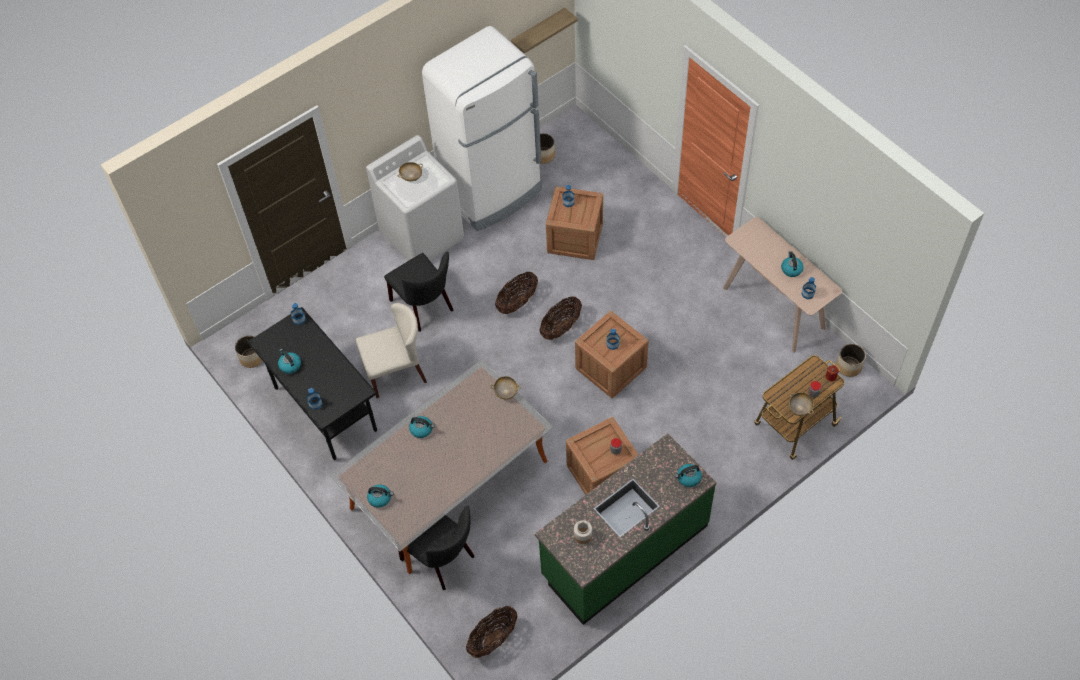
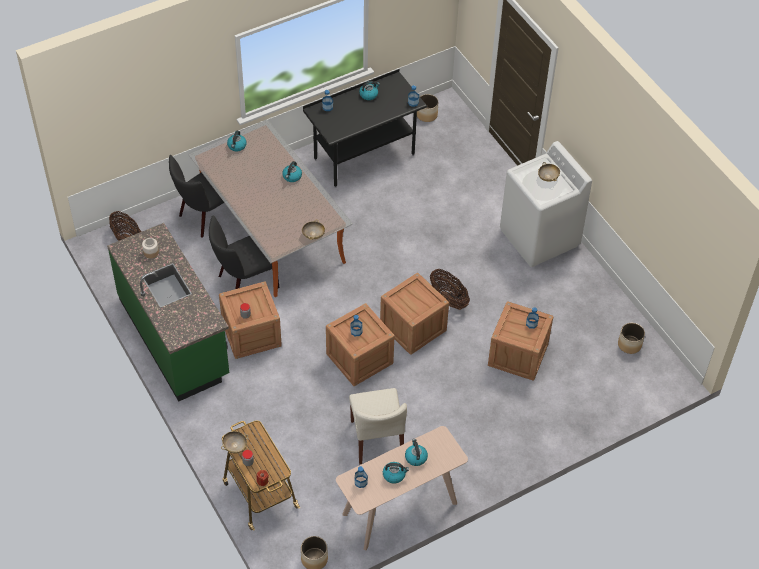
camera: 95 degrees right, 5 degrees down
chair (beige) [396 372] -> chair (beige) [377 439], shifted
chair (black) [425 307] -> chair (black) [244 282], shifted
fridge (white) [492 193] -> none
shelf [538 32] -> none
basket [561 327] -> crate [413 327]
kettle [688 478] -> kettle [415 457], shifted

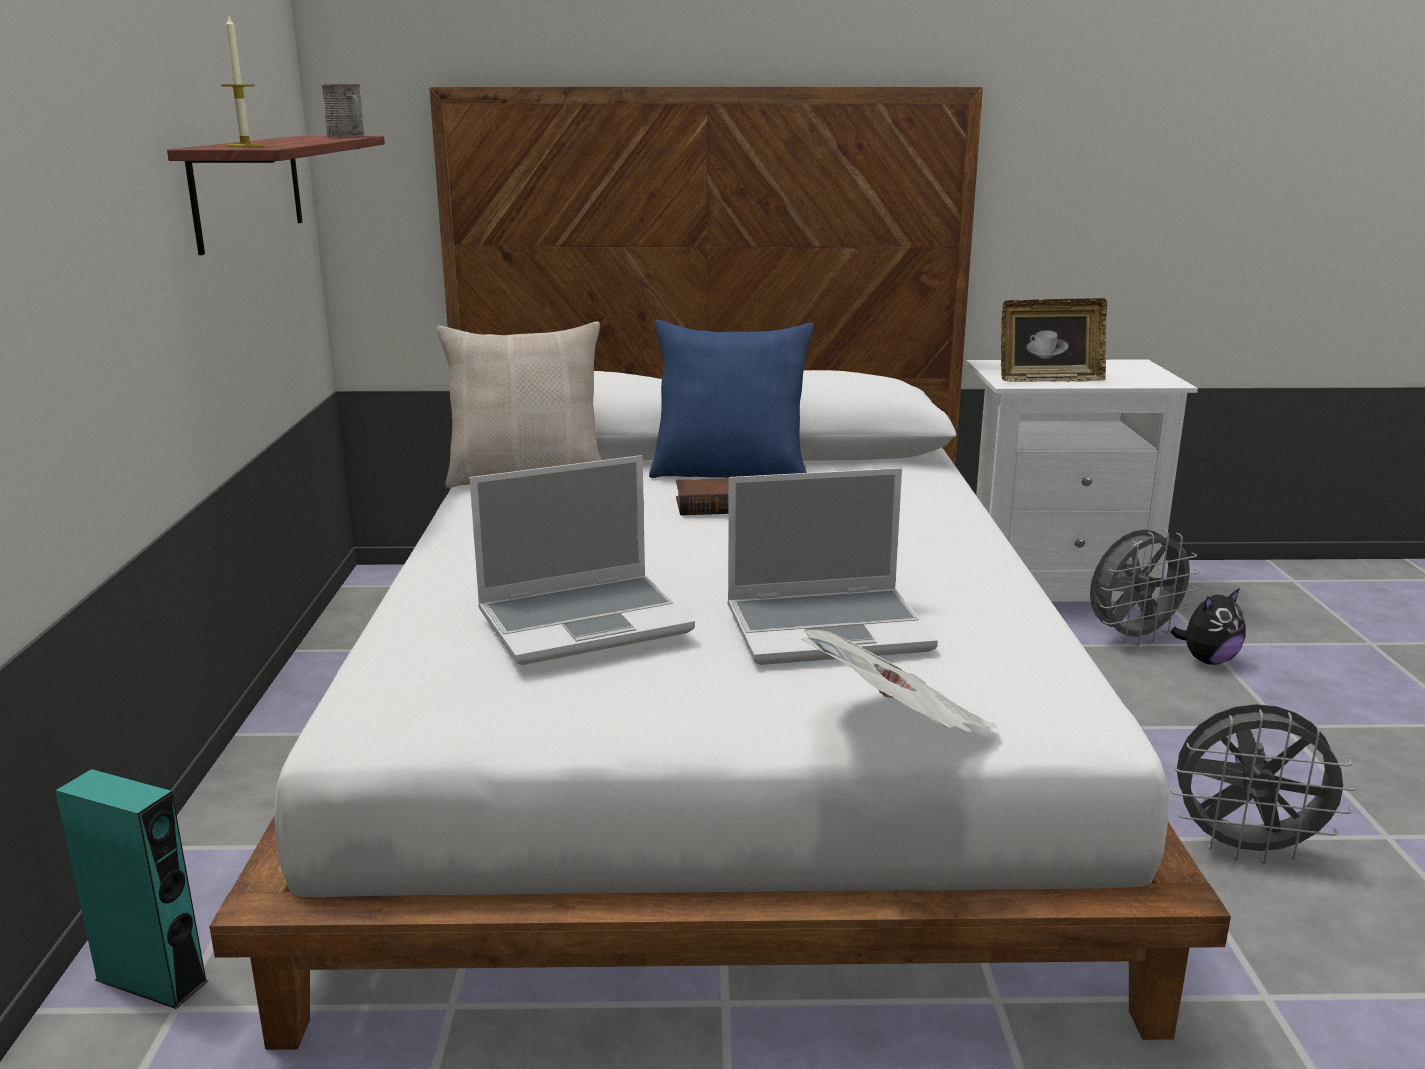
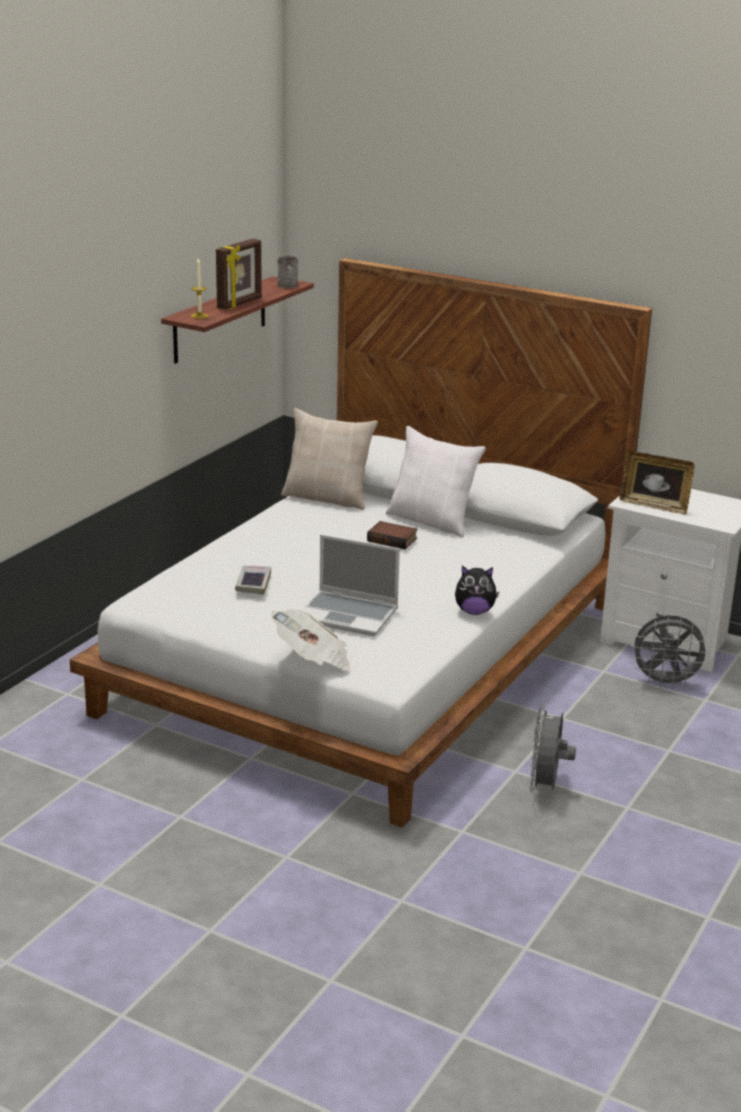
camera: 30 degrees right, 5 degrees up
speaker (turquoise) [151 980] -> none
laptop [586 621] -> book [253 583]
pillow (blue) [730 473] -> pillow (white) [432 521]
plush toy [1207 660] -> plush toy [474 611], shifted
fan (grey) [1245 848] -> fan (grey) [546 787], 60 degrees clockwise
none -> picture frame [240 303]

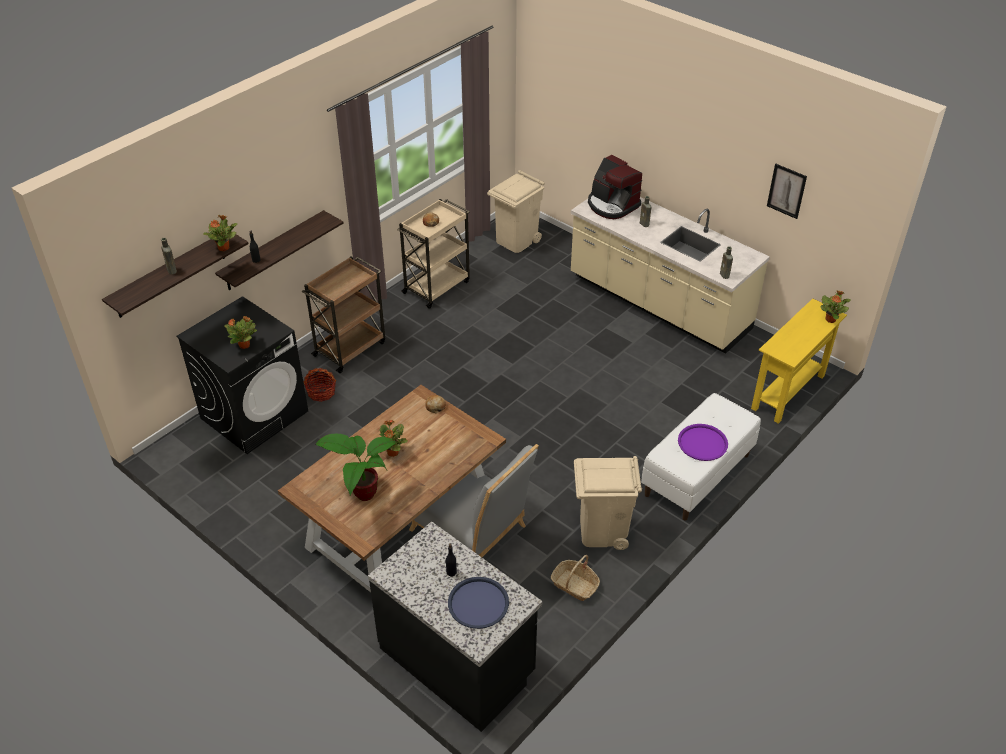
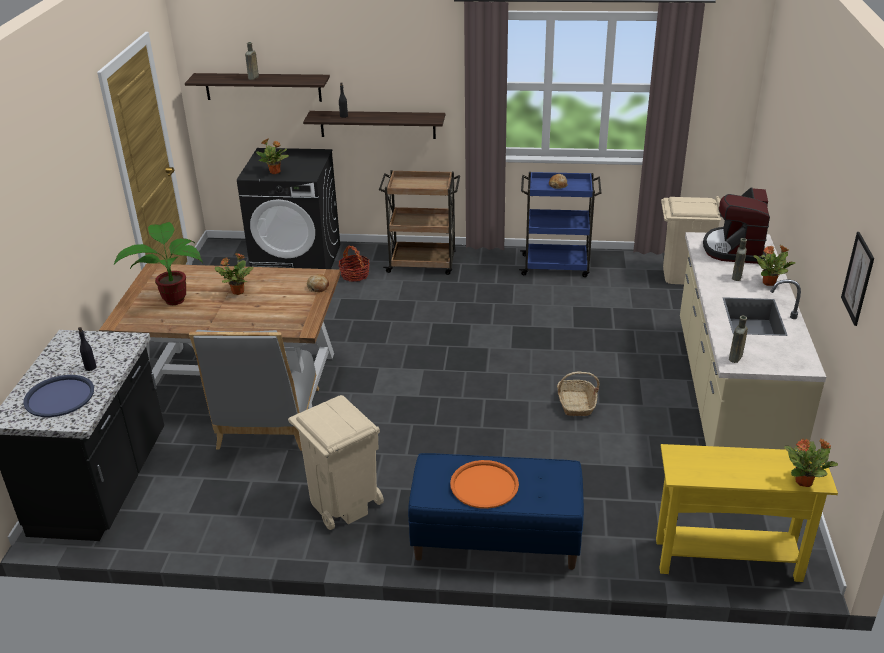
camera: 55 degrees right, 10 degrees down
potted plant [224 248] -> potted plant [769 283], shifted
cart (beige) [437 286] -> cart (blue) [556 266]
basket [575 585] -> basket [576 404], shifted
bench (white) [697 475] -> bench (blue) [495 540]
tray (purple) [702 443] -> tray (orange) [484 485]

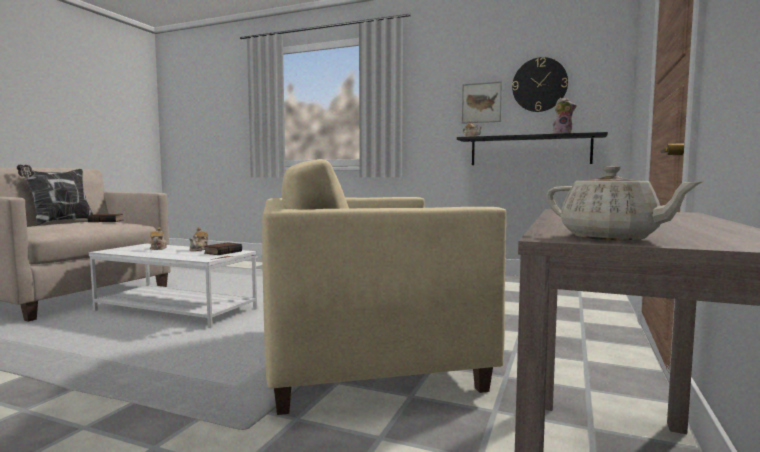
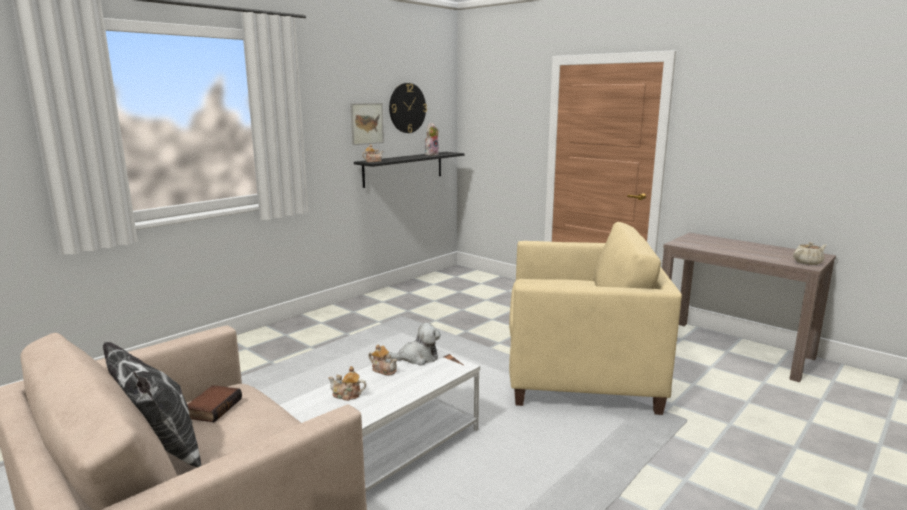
camera: 70 degrees left, 10 degrees up
book [223 252] -> plush toy [417 358]
armchair (beige) [366 357] -> armchair (beige) [579 371], 90 degrees counterclockwise

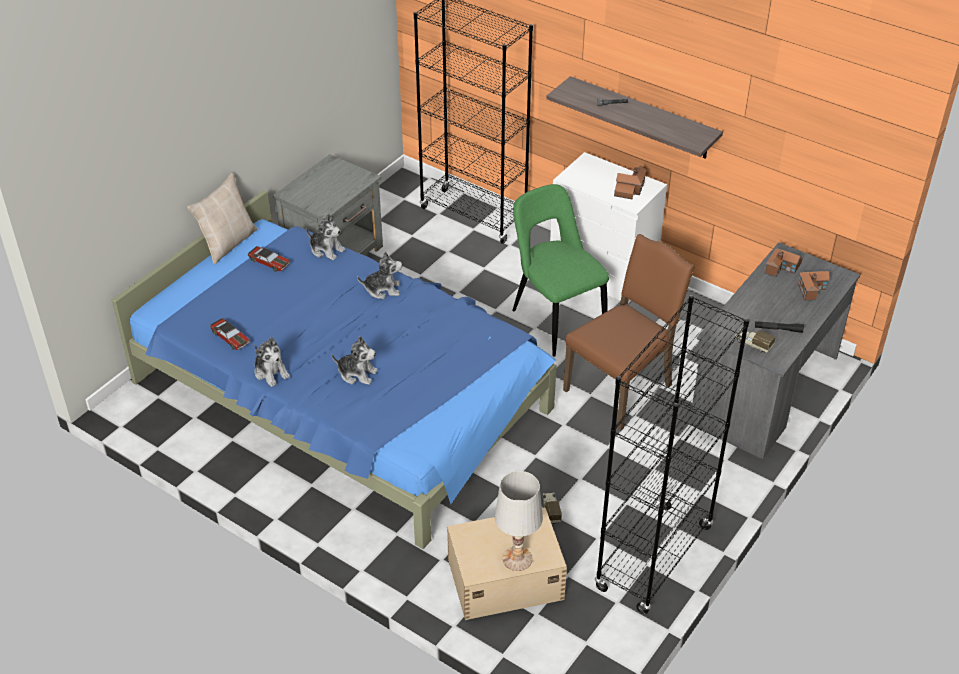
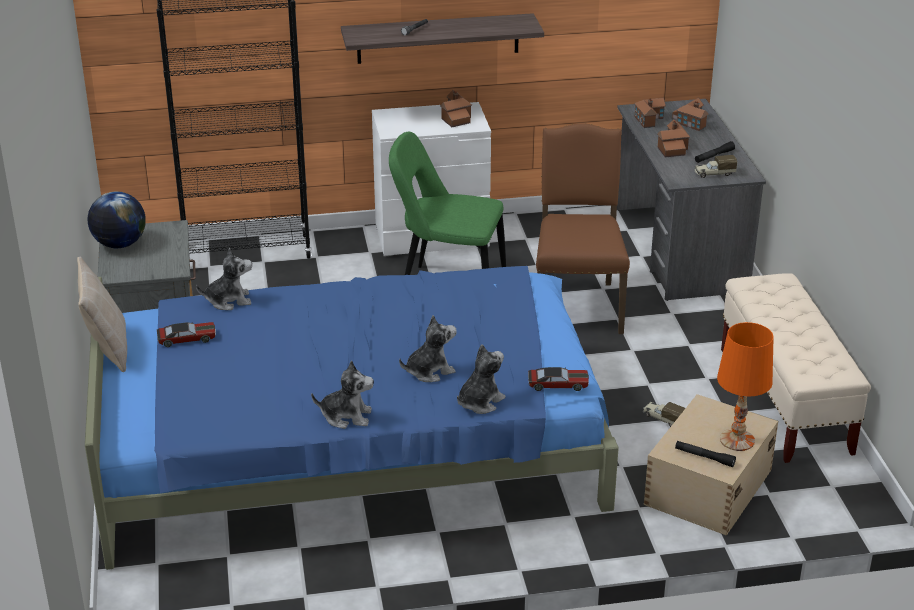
camera: 45 degrees left, 10 degrees down
toy car [230 338] -> toy car [558 384], shifted
plush toy [382 289] -> plush toy [479 402], shifted
table lamp (white) [517 559] -> table lamp (orange) [737 440]
bookcase (black) [654 559] -> bench (beige) [785 401]
none -> globe [119 244]
none -> toy house [672 147]
none -> flashlight (black) [704 457]

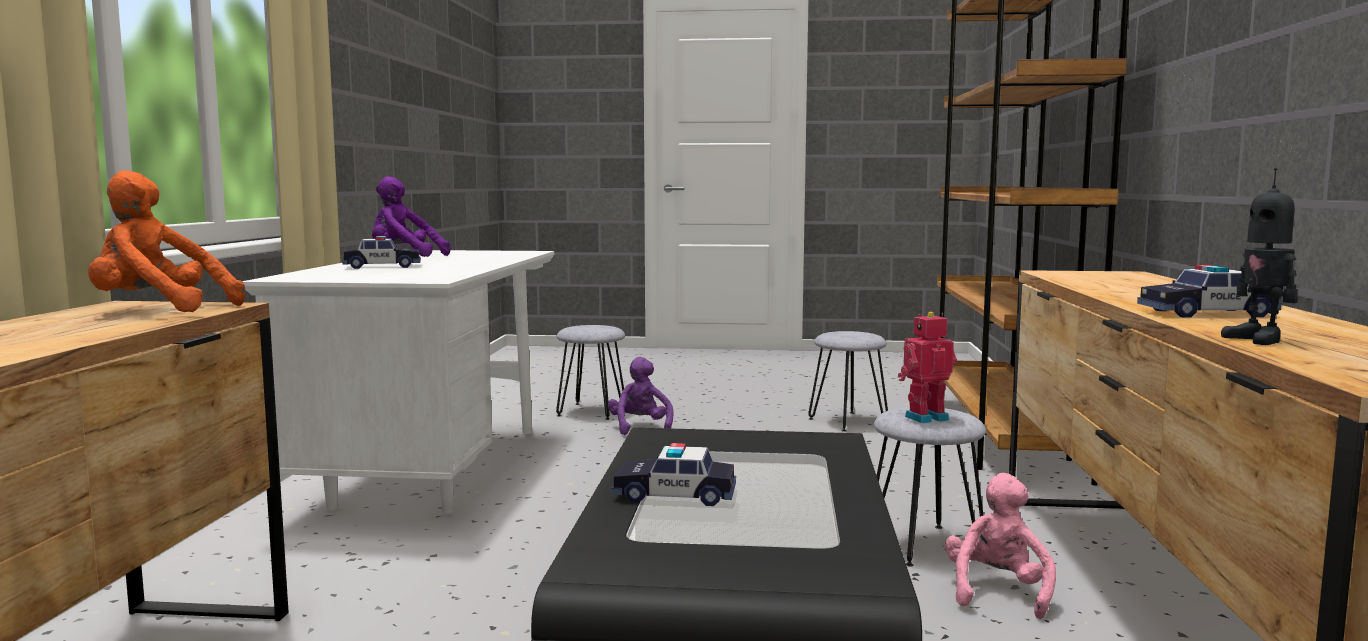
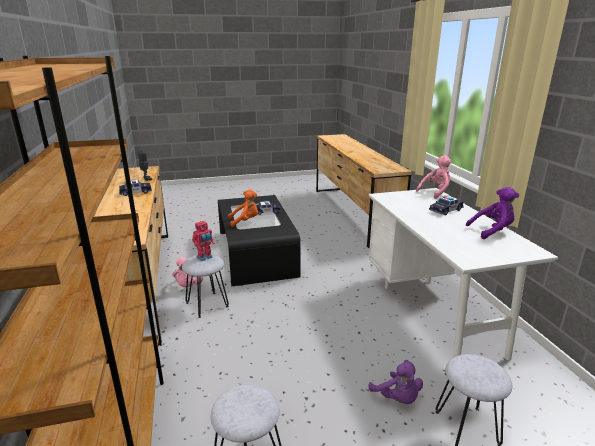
camera: 160 degrees right, 15 degrees up
plush toy (orange) [159 310] -> plush toy (orange) [245 221], shifted
none -> plush toy (pink) [435 192]

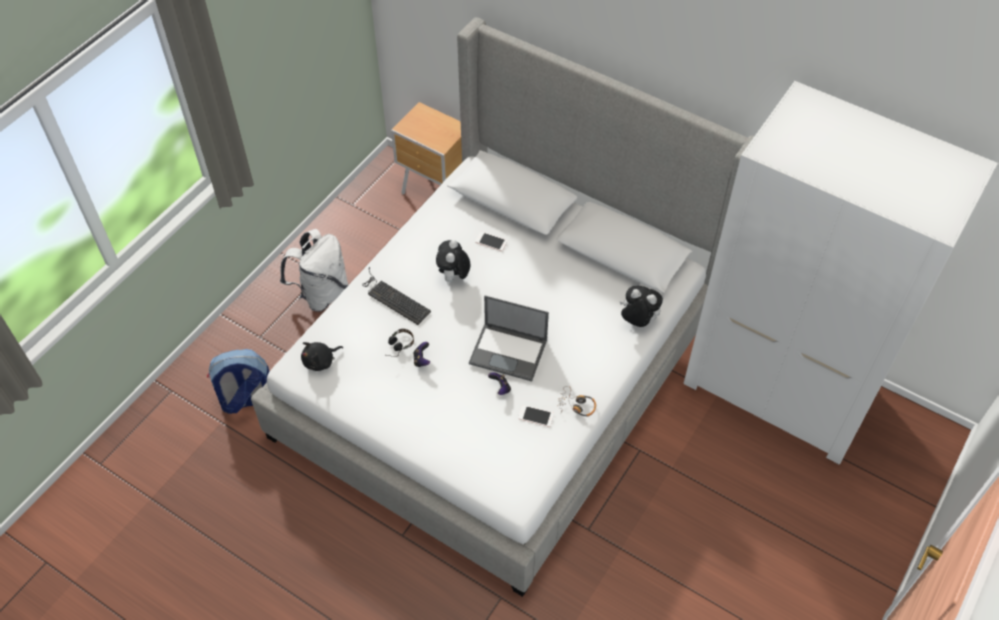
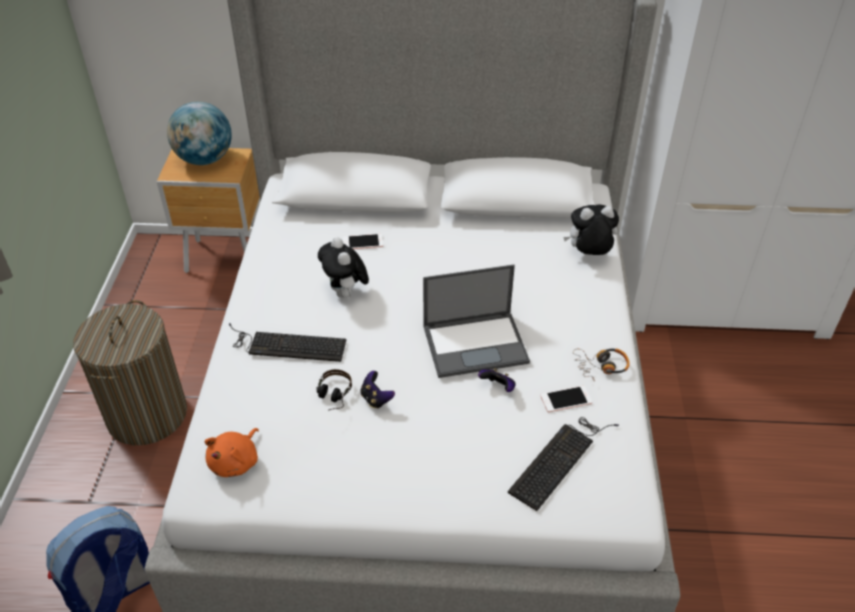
camera: 30 degrees left, 10 degrees down
backpack (white) [321 293] -> laundry basket [147 414]
plush toy (black) [320 361] -> plush toy (orange) [236 462]
none -> globe [204 159]
none -> keyboard [560 459]

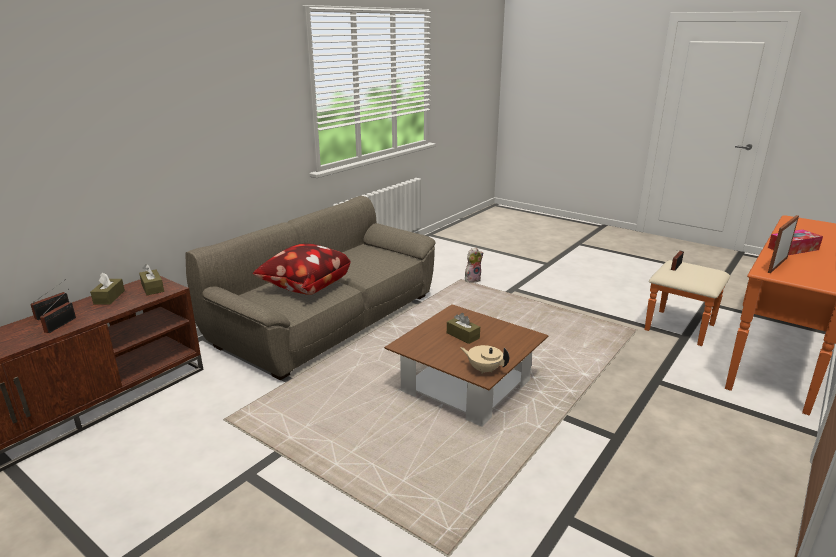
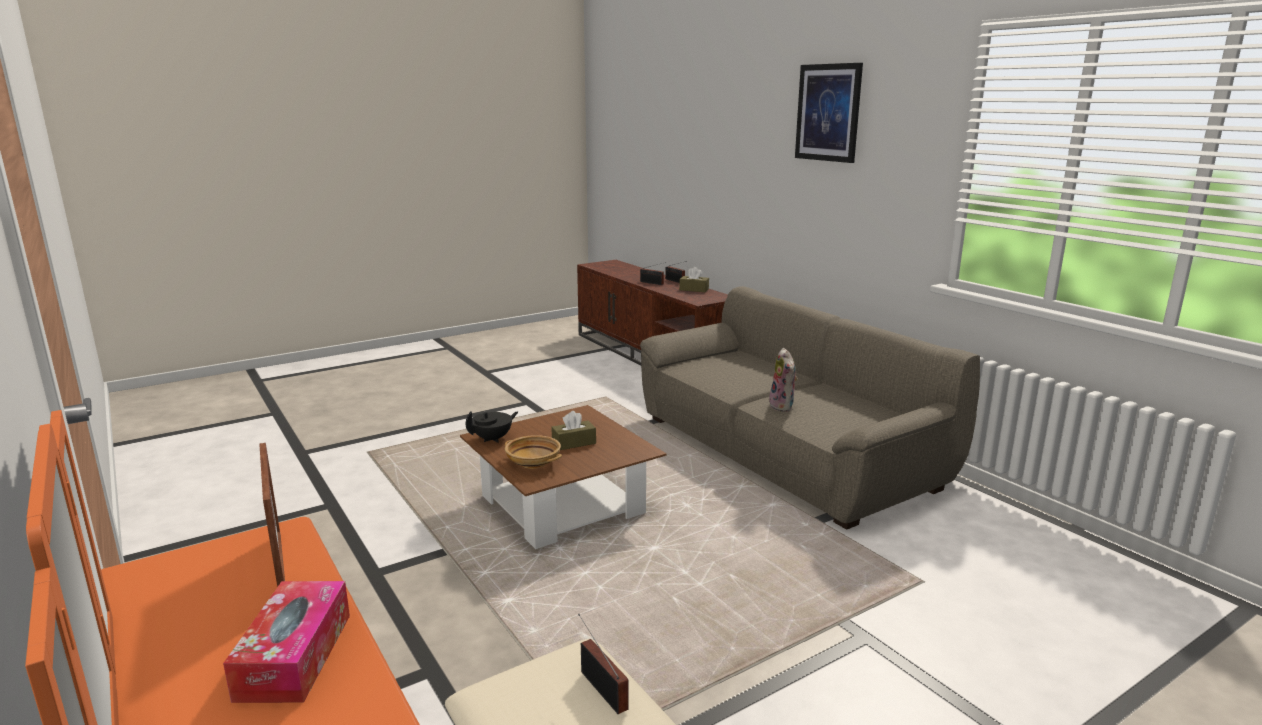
camera: 110 degrees right, 5 degrees down
tissue box (brown) [152 288] -> none
pillow [304 287] -> none
teapot (beige) [484 369] -> teapot (black) [493 439]
plush toy [472 279] -> plush toy [783 406], shifted
none -> bowl (beige) [534 463]
none -> picture [828 112]

